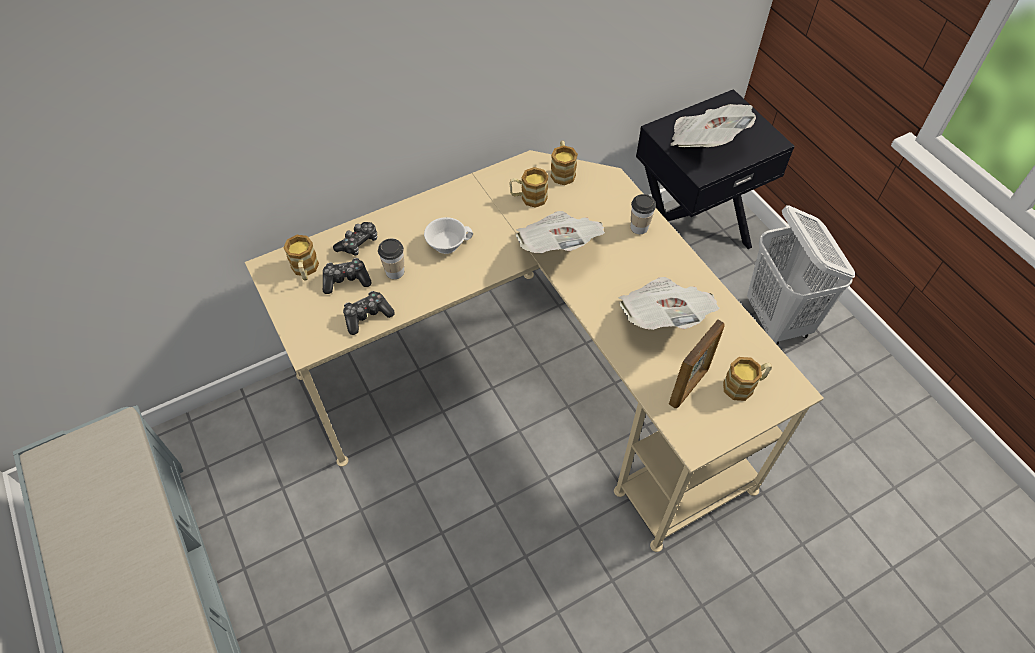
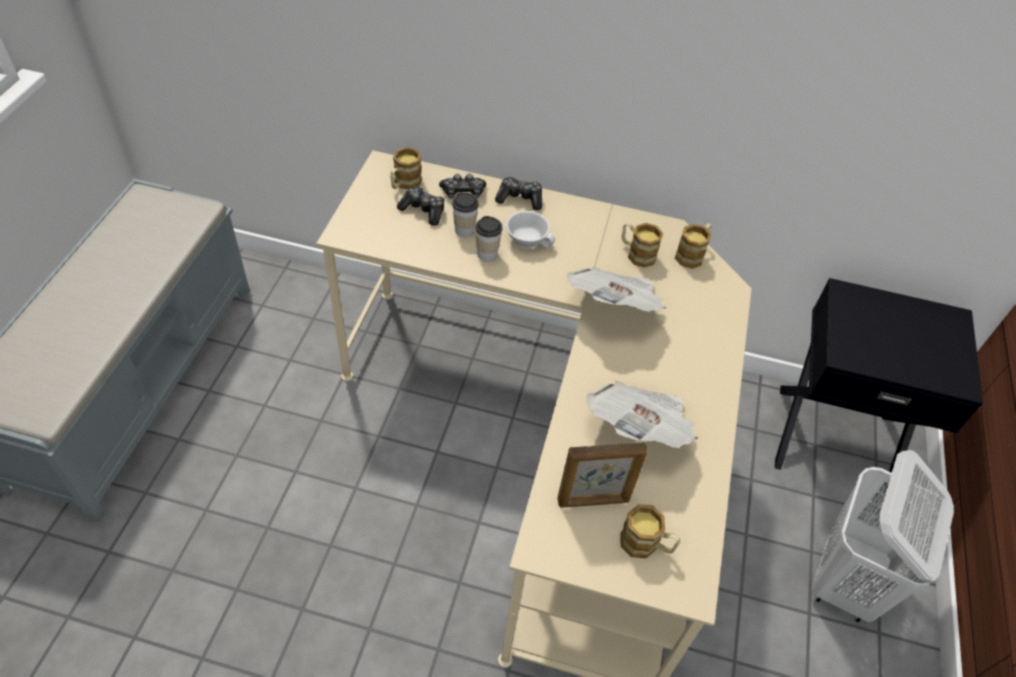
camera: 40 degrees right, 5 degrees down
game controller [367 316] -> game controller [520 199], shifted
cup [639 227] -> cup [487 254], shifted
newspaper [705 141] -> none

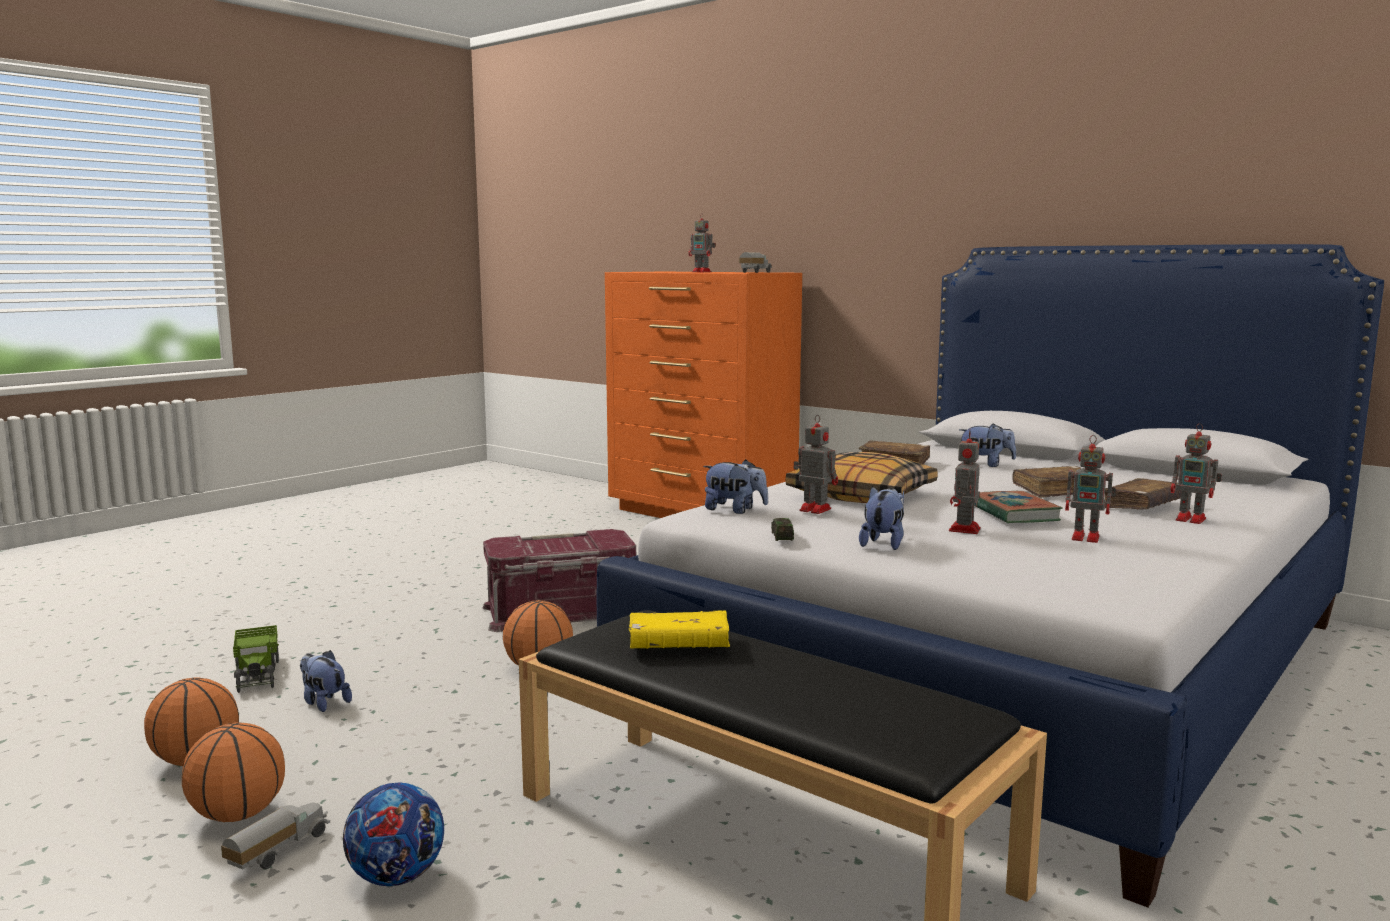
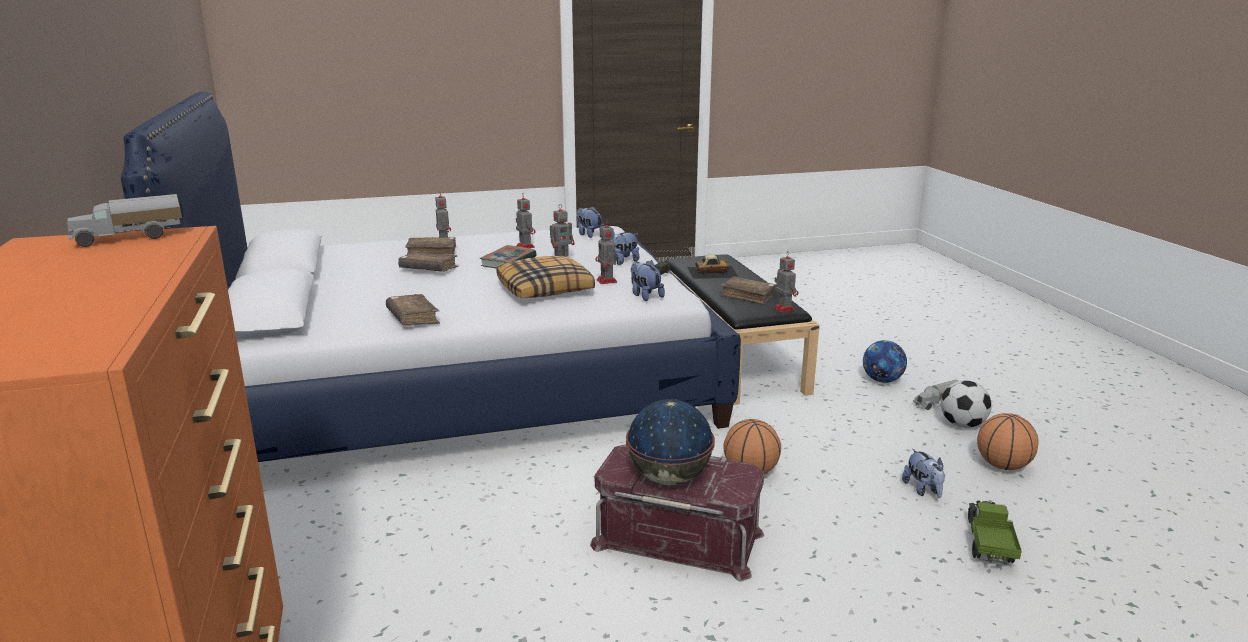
camera: 145 degrees left, 10 degrees up
basketball [238 815] -> football [962 425]
book (yellow) [678 645] -> book (brown) [748 296]
toy robot [702 272] -> toy robot [783 308], shifted
plush toy [986 465] -> plush toy [589 235], shifted
none -> globe [669 478]
none -> toy car [712 272]

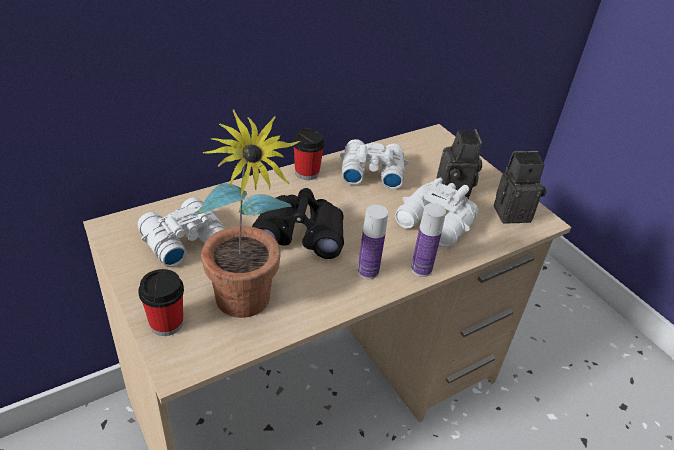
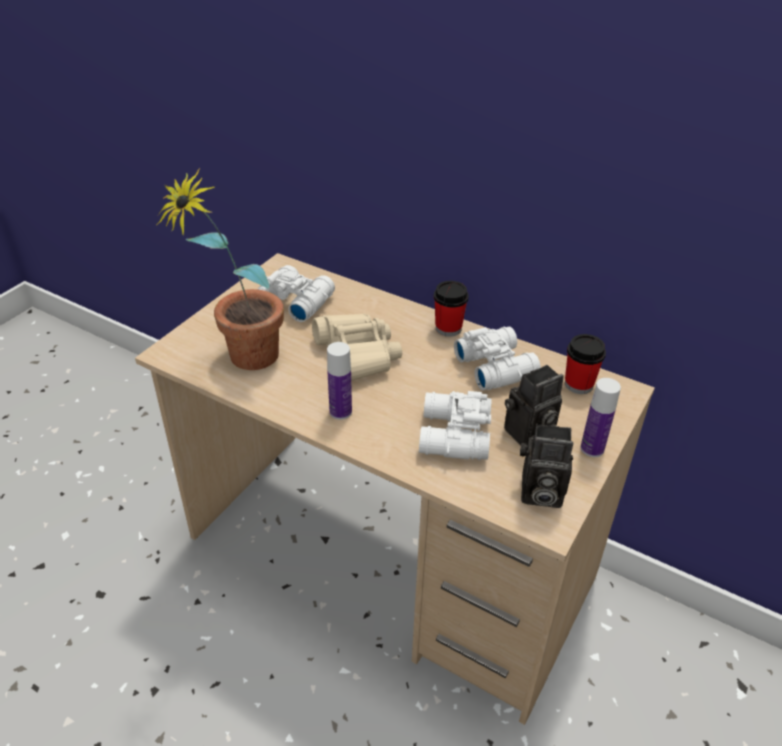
camera: 65 degrees right, 0 degrees up
cup [166 323] -> cup [578 384], shifted
binoculars (black) [300 233] -> binoculars (beige) [357 356]
bottle [421 269] -> bottle [592 449], shifted
photo camera [513 212] -> photo camera [538 493], 135 degrees clockwise

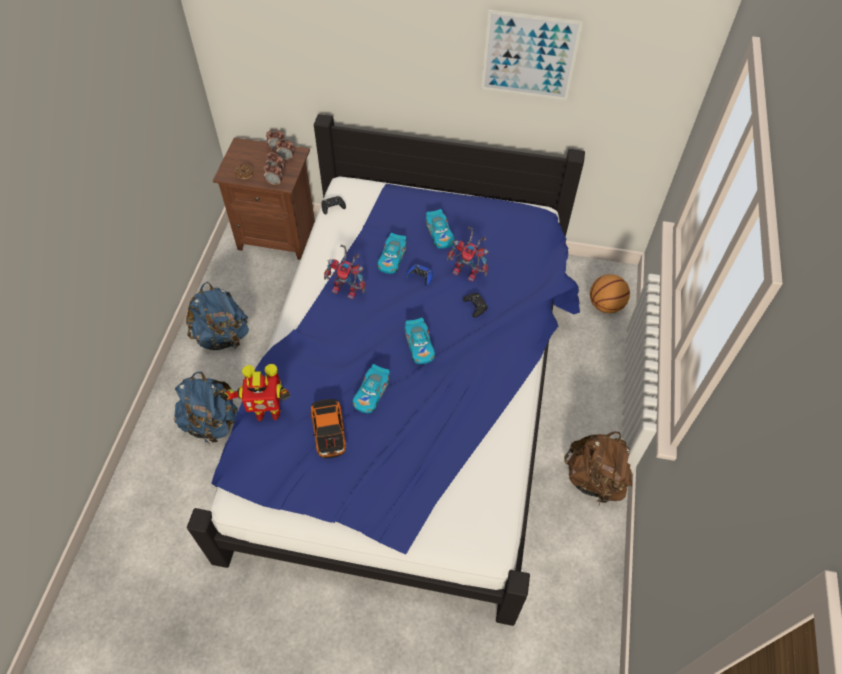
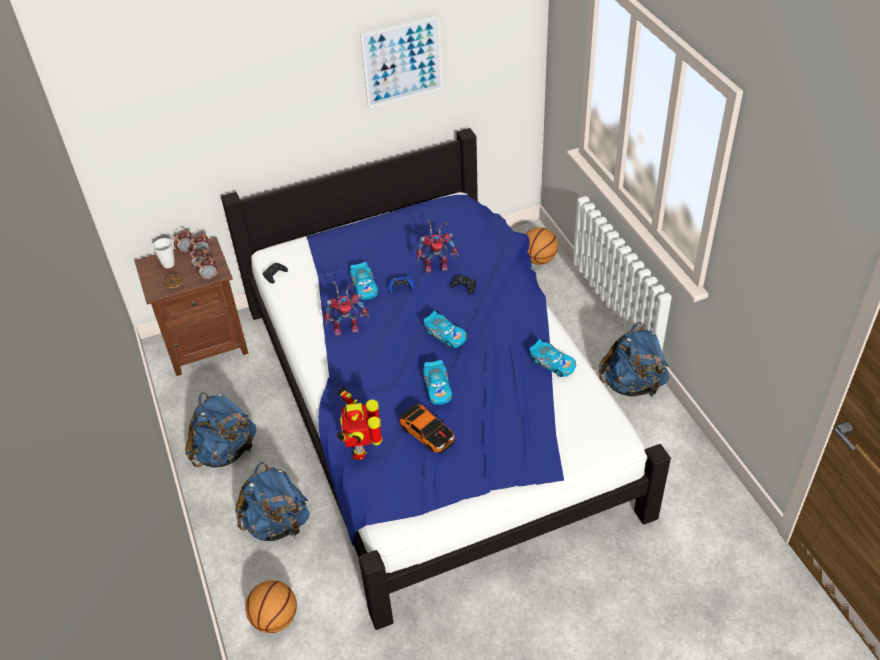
camera: 30 degrees left, 10 degrees down
toy robot [267 412] -> toy robot [361 449], 120 degrees clockwise
toy car [439 234] -> toy car [553 363], shifted
backpack (brown) [594 479] -> backpack (blue) [632 385]
none -> cup [168 264]
none -> basketball [275 619]

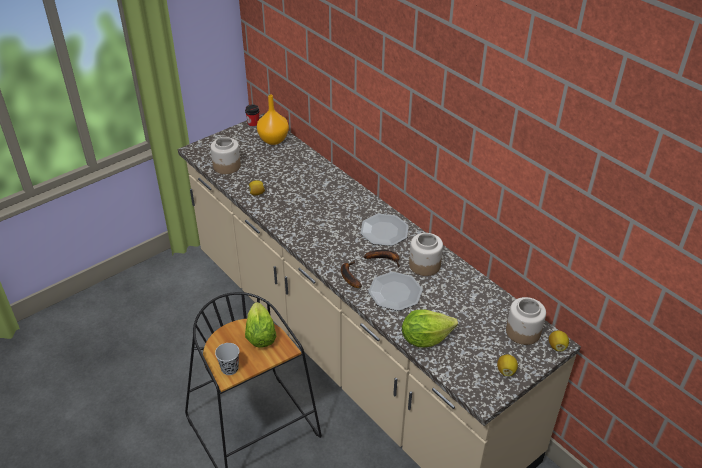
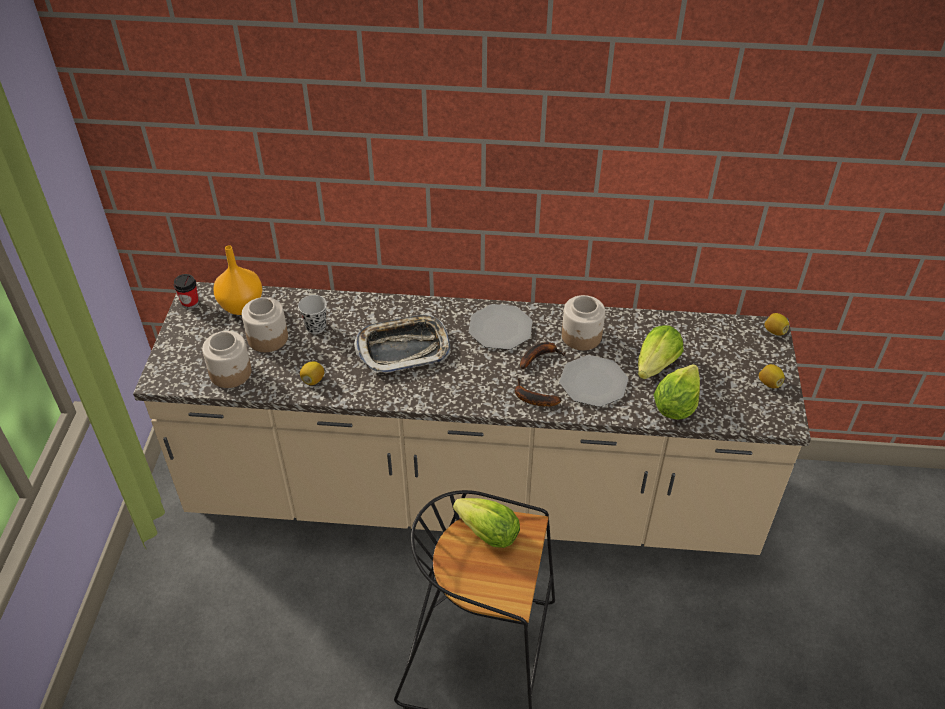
camera: 45 degrees left, 5 degrees up
cup (black) [229 368] -> cup (black) [316 327], shifted
jar [523 332] -> jar [268 338], shifted
none -> tray [403 348]
none -> lettuce [656 365]

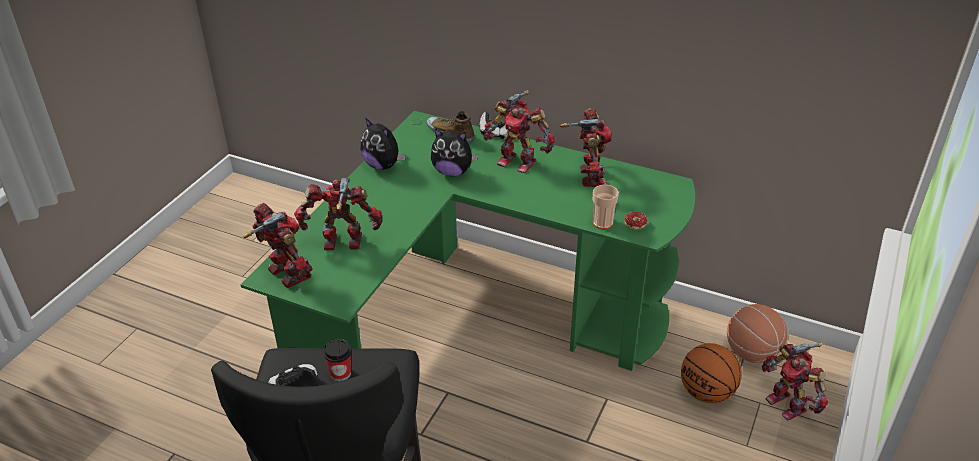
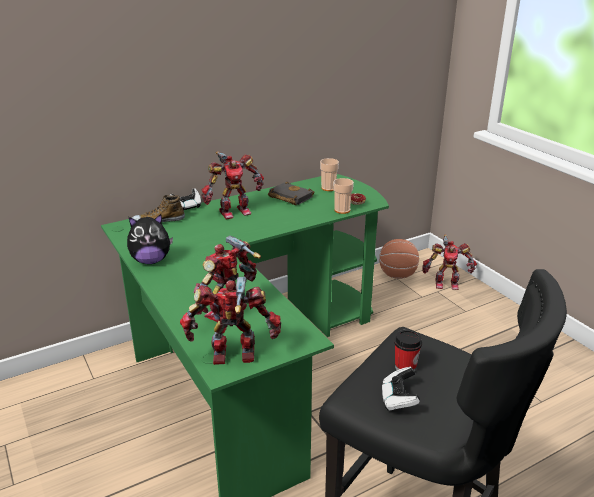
camera: 55 degrees left, 10 degrees down
plush toy [452 172] -> none
toy robot [589 177] -> book (black) [289 197]
basketball [707 392] -> none
none -> cup [328 188]

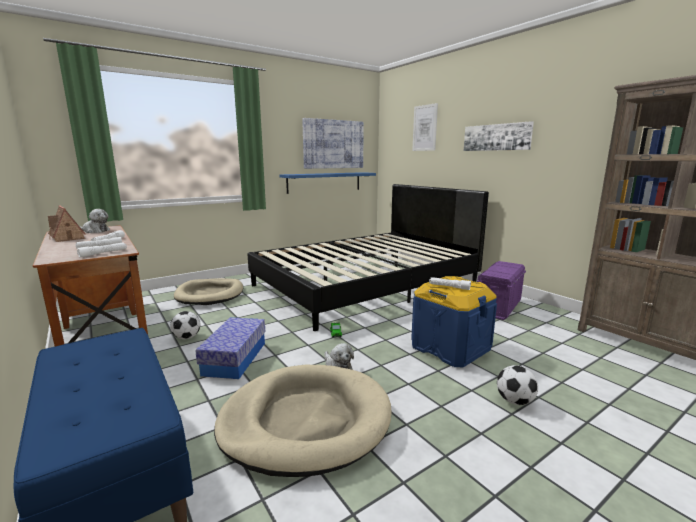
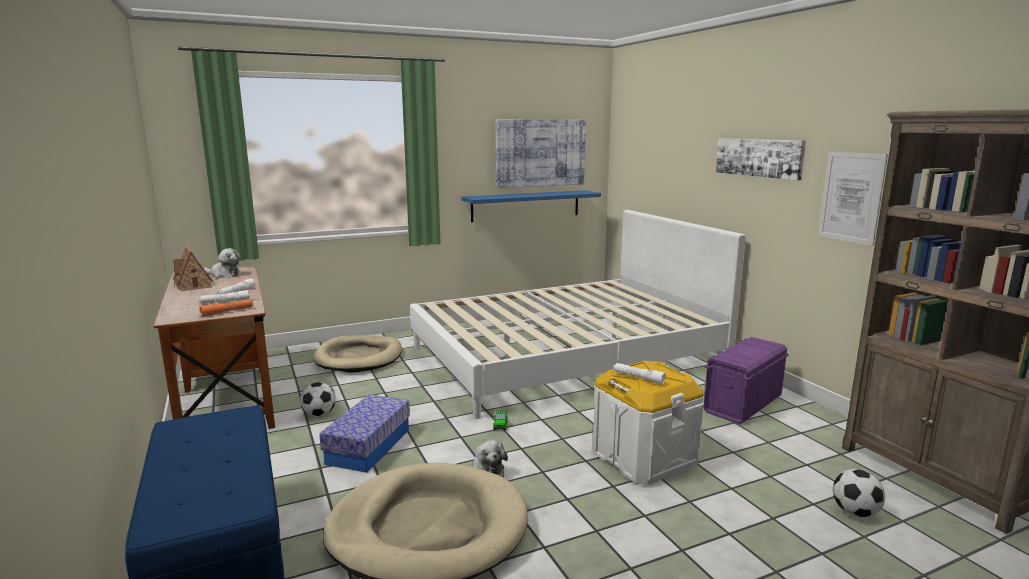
camera: 10 degrees right, 0 degrees up
flashlight (white) [103 253] -> flashlight (orange) [227 312]
bed (black) [365 285] -> bed (white) [566 357]
storage box (blue) [450 348] -> storage box (white) [643 457]
picture [424 128] -> picture [851 197], shifted
football [514 401] -> football [855 512], shifted

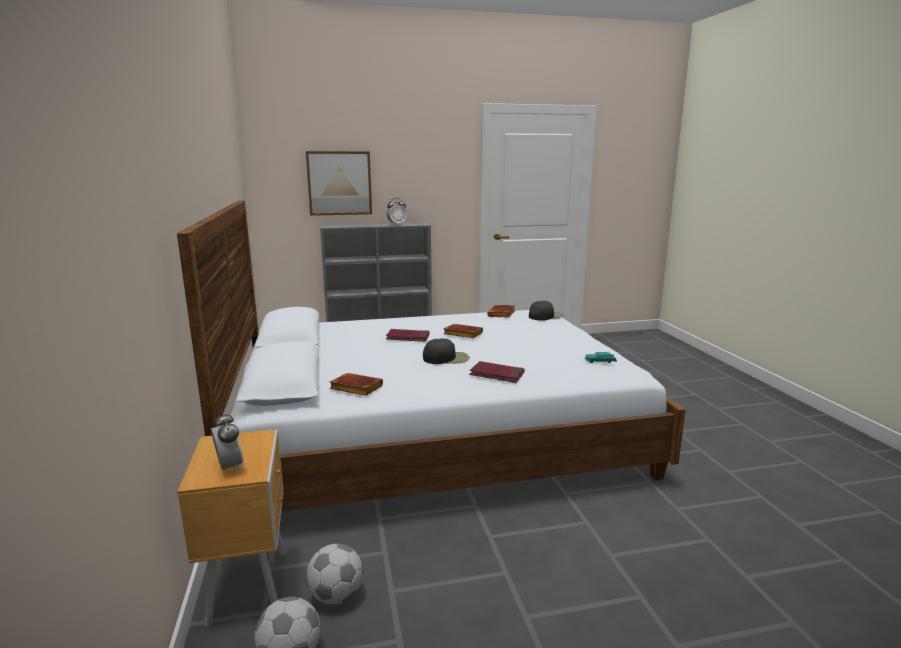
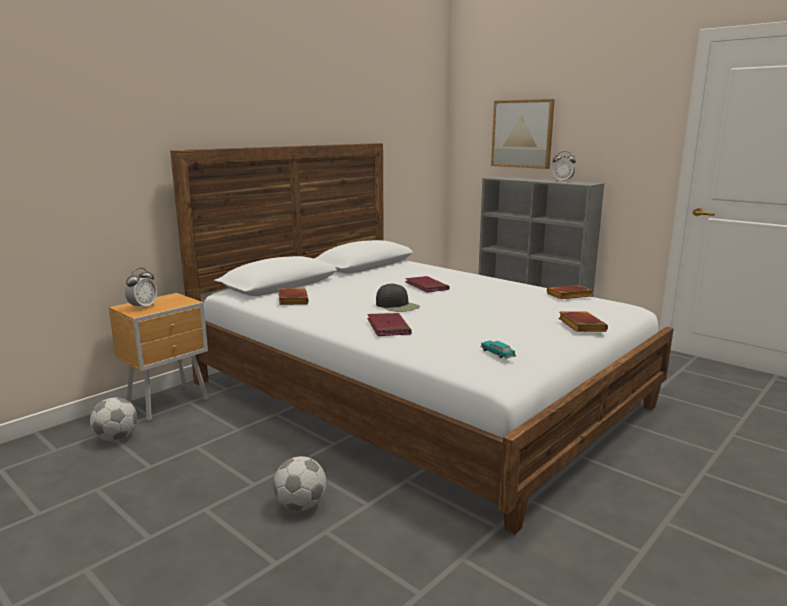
camera: 55 degrees right, 0 degrees up
football [336 596] -> football [300 505], shifted
book (brown) [461 334] -> book (brown) [579 326], shifted
cap (black) [545 316] -> none

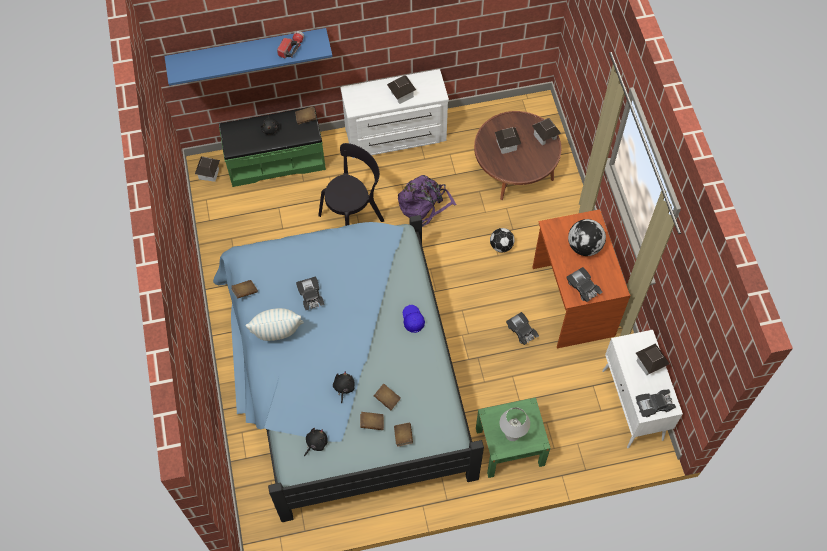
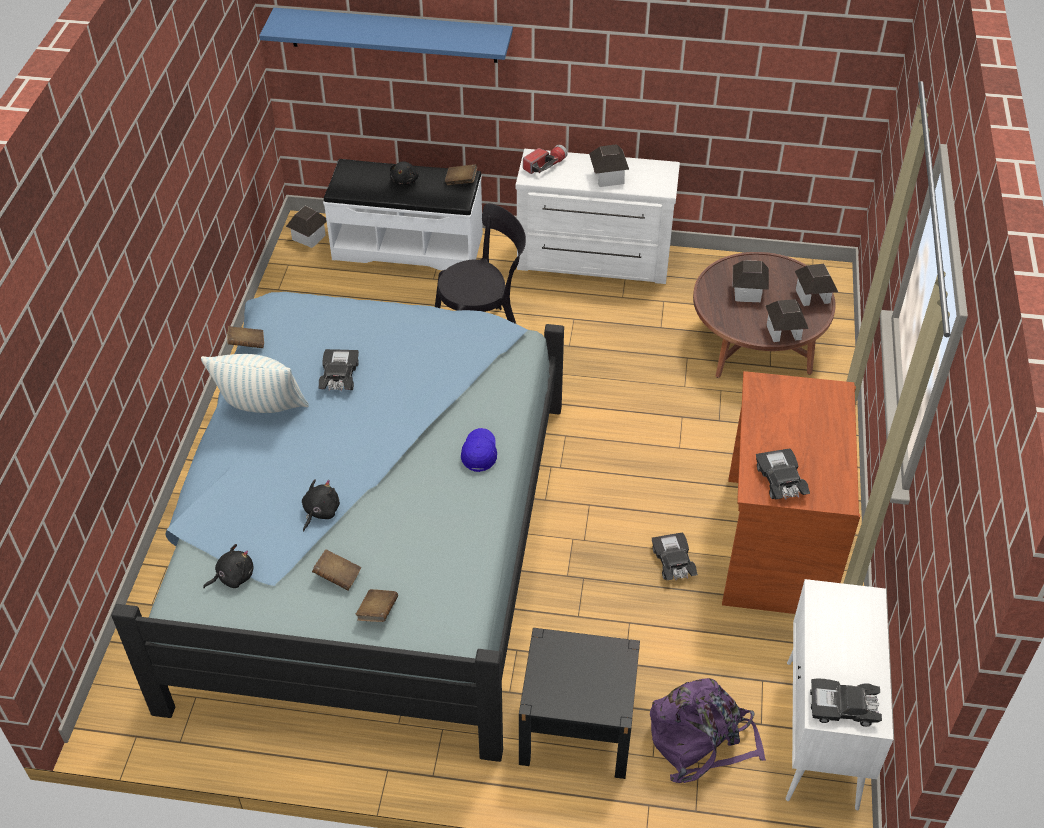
camera: 20 degrees right, 15 degrees down
bench (green) [276 160] -> bench (white) [408 245]
flashlight [291 48] -> flashlight [545 165], shifted
book (brown) [387 399] -> none
backpack (purple) [424 205] -> backpack (purple) [701 740], shifted
nightstand (green) [509 447] -> nightstand (black) [577 728]
football [501 246] -> none
table lamp (white) [512 434] -> none
globe [584 247] -> none
toy house [649 364] -> toy house [783 332], shifted

